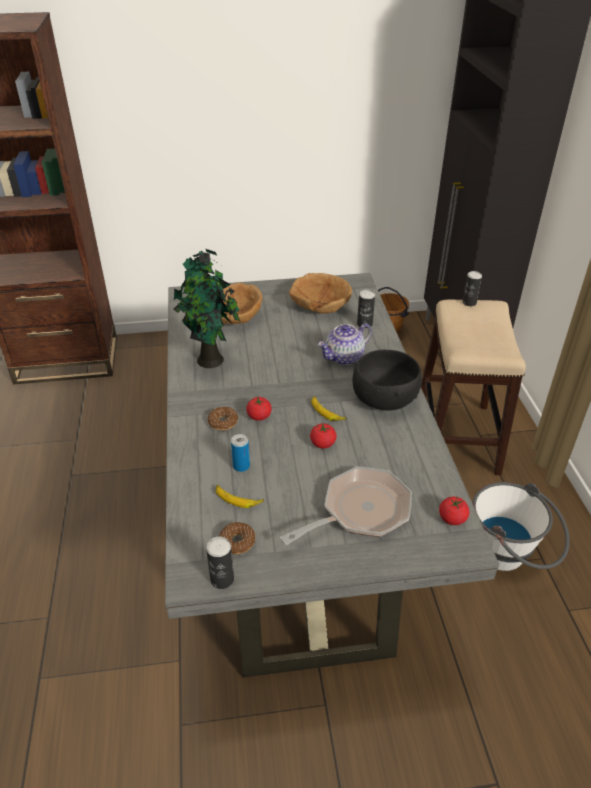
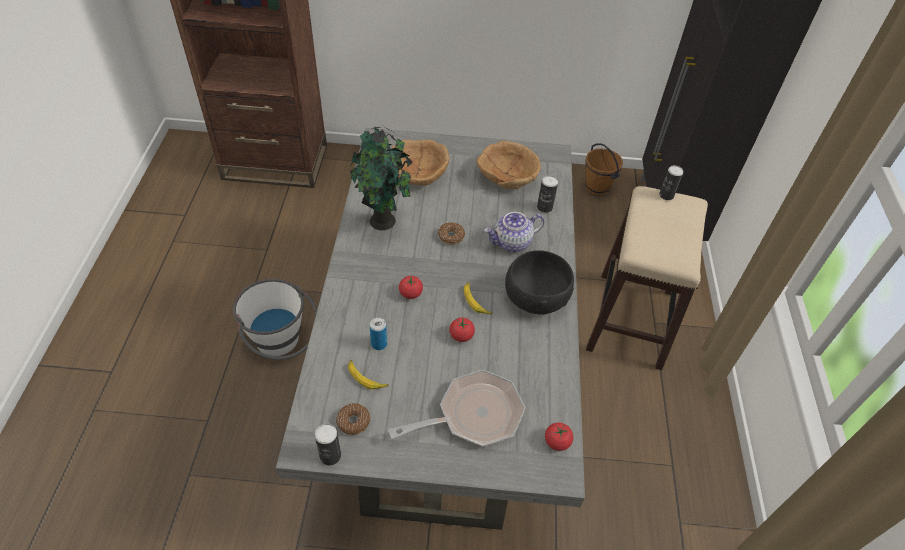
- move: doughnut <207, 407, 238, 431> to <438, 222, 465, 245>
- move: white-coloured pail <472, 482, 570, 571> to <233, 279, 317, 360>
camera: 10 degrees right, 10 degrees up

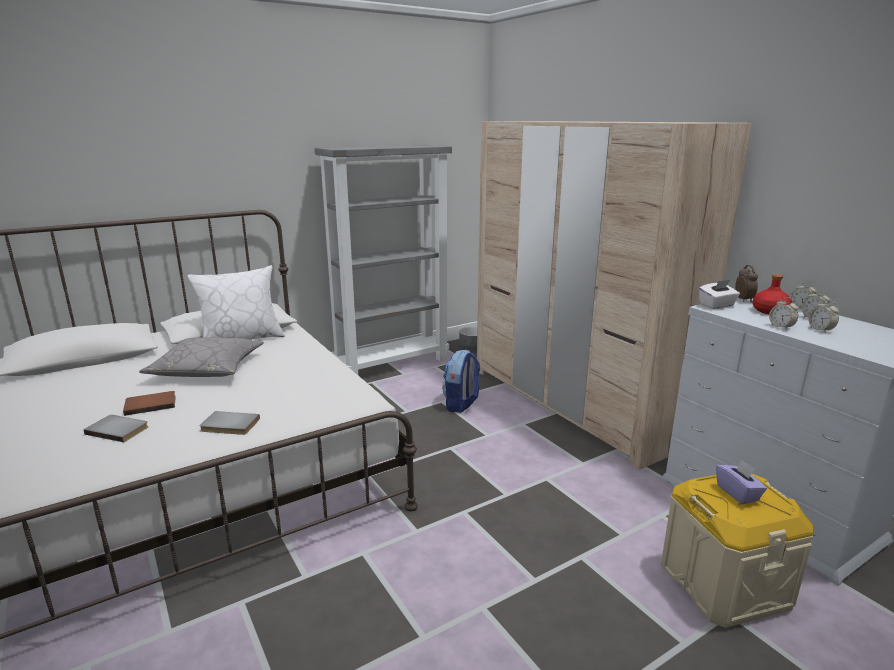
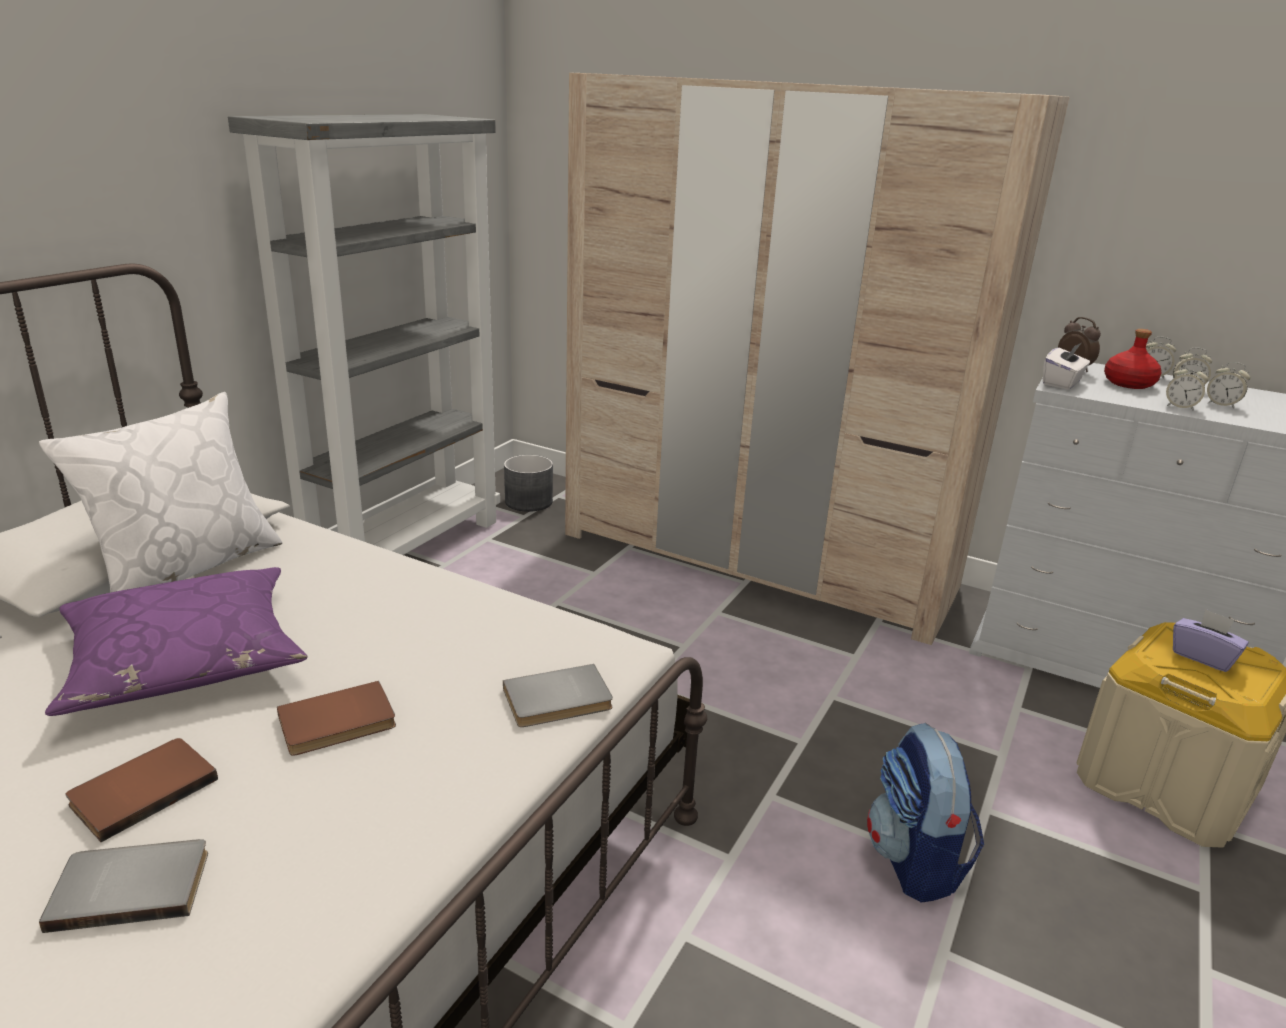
- recolor: grey throw pillow <139, 338, 264, 377> to purple throw pillow <45, 567, 308, 716>
- move: grey volume <200, 411, 260, 435> to <503, 664, 613, 727>
- move: rucksack <442, 350, 480, 413> to <867, 723, 984, 903>
- insert: brown volume <277, 681, 396, 756>
camera: 30 degrees left, 5 degrees up

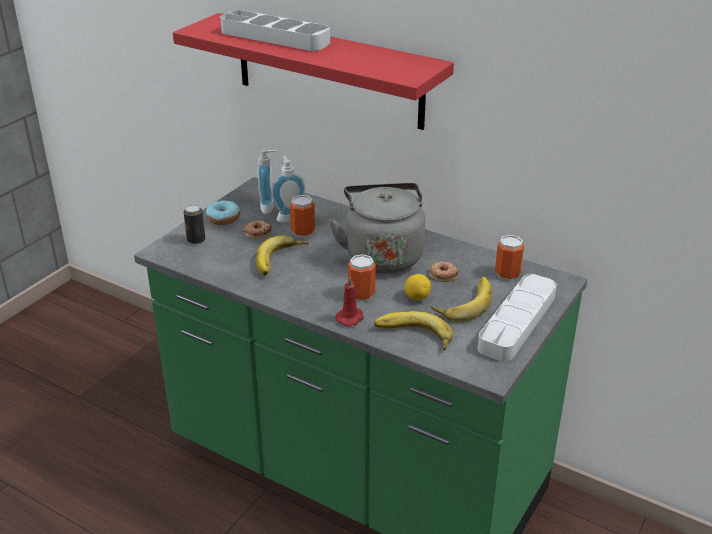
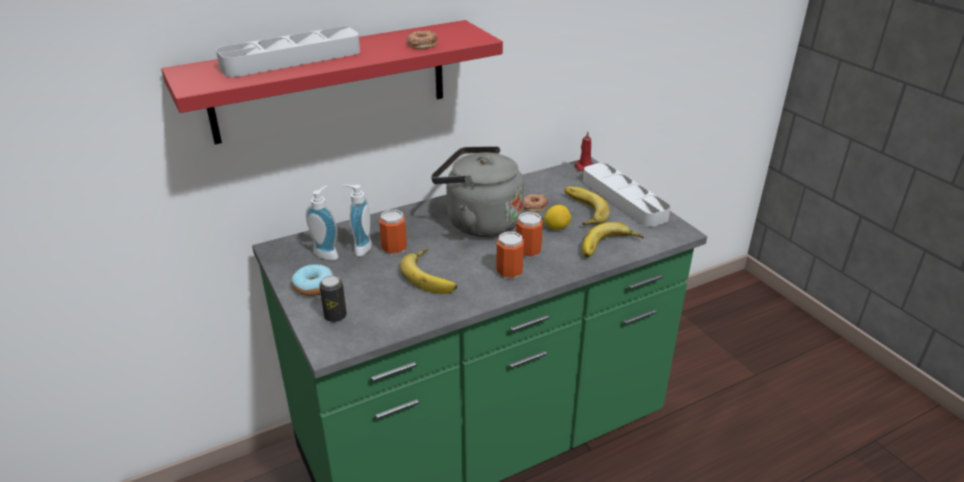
- move: doughnut <243, 220, 271, 239> to <407, 30, 438, 49>
- move: red candle <335, 276, 364, 326> to <574, 131, 594, 172>
- move: metal can <495, 235, 524, 280> to <496, 231, 524, 279>
camera: 60 degrees left, 0 degrees up

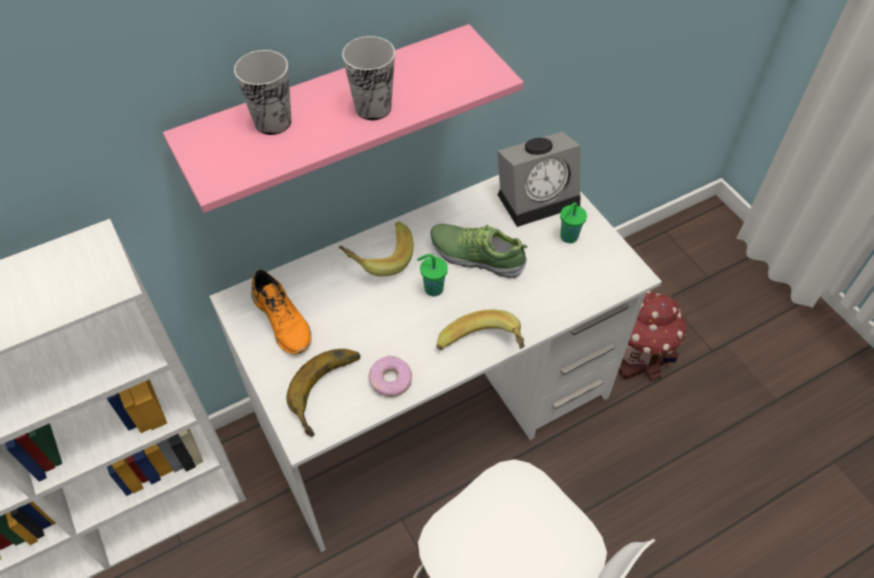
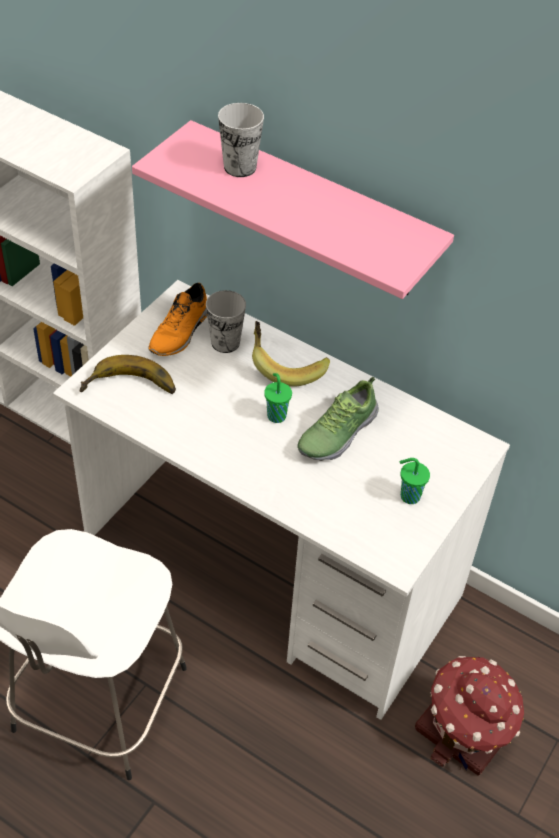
- move: drinking cup <342, 36, 395, 120> to <206, 290, 246, 353>
- delete: doughnut <369, 356, 412, 397>
- rotate: shoe <430, 224, 528, 278> = <297, 377, 379, 461> 135 degrees counterclockwise
- delete: whole banana <437, 310, 525, 350>
- delete: alarm clock <497, 132, 580, 227>
camera: 60 degrees right, 5 degrees down

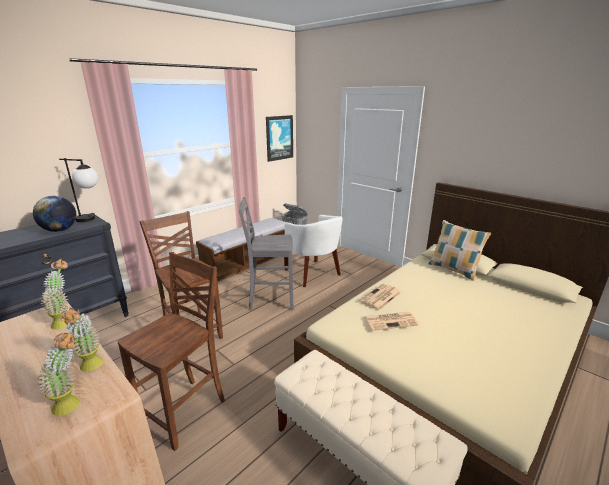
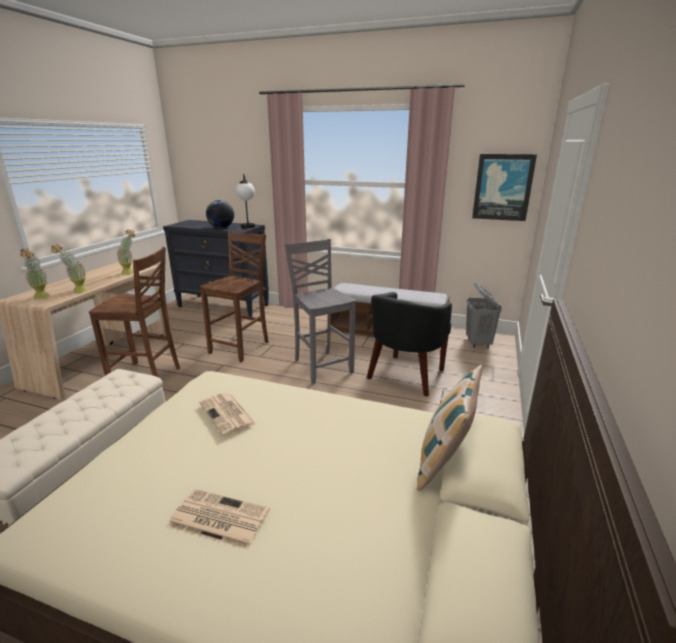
- recolor: white-coloured lounge chair <284, 215, 343, 287> to black lounge chair <367, 292, 452, 397>
- move: printed paper <360, 283, 401, 310> to <168, 489, 270, 550>
camera: 65 degrees right, 0 degrees up

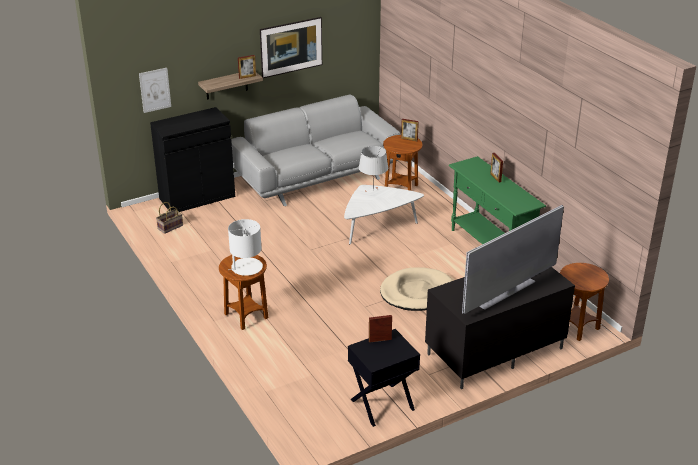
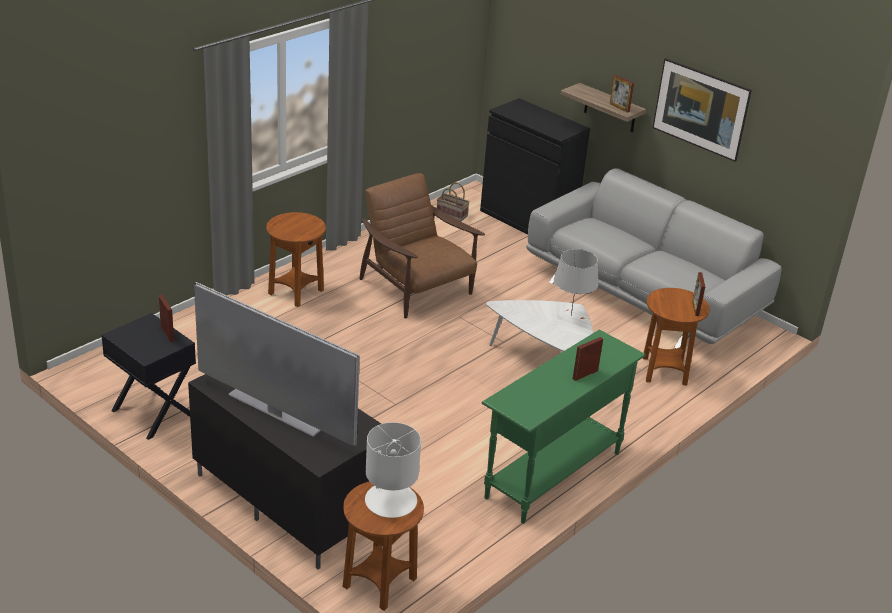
- delete: wall art <139, 68, 171, 113>
- move: white-coloured tabletop lamp <228, 219, 263, 276> to <365, 422, 421, 518>
- delete: beige-coloured dog bed <380, 267, 453, 311>
- insert: brown lounge chair <359, 173, 485, 319>
camera: 70 degrees right, 0 degrees up

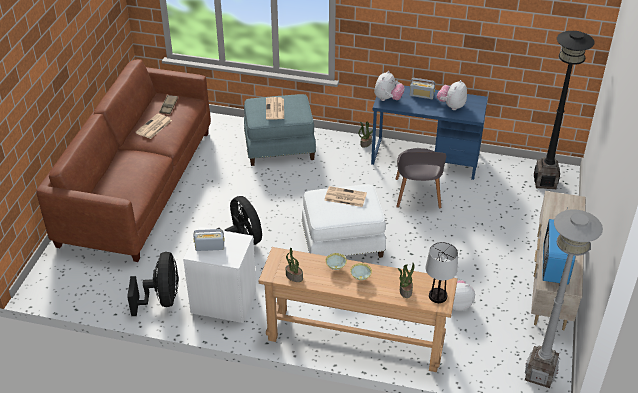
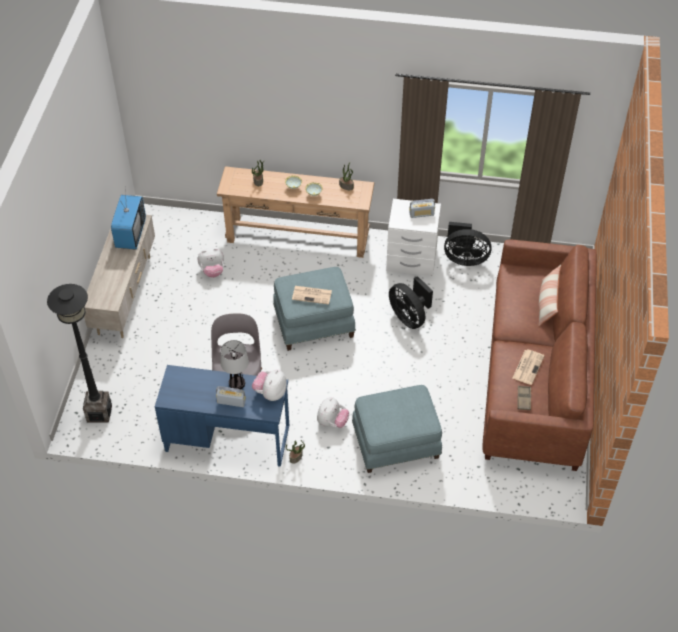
- rotate: black fan <127, 252, 179, 316> = <444, 222, 492, 266> 75 degrees counterclockwise
- delete: printed paper <266, 97, 284, 120>
- recolor: white-coloured ottoman <302, 184, 386, 258> to blue-coloured ottoman <273, 267, 356, 351>
- move: tabletop lamp <426, 242, 458, 303> to <221, 340, 249, 389>
- move: plush toy <437, 80, 467, 110> to <317, 397, 349, 428>
- delete: grey floor lamp <525, 209, 603, 388>
- insert: throw pillow <538, 265, 561, 326>
camera: 175 degrees right, 10 degrees up

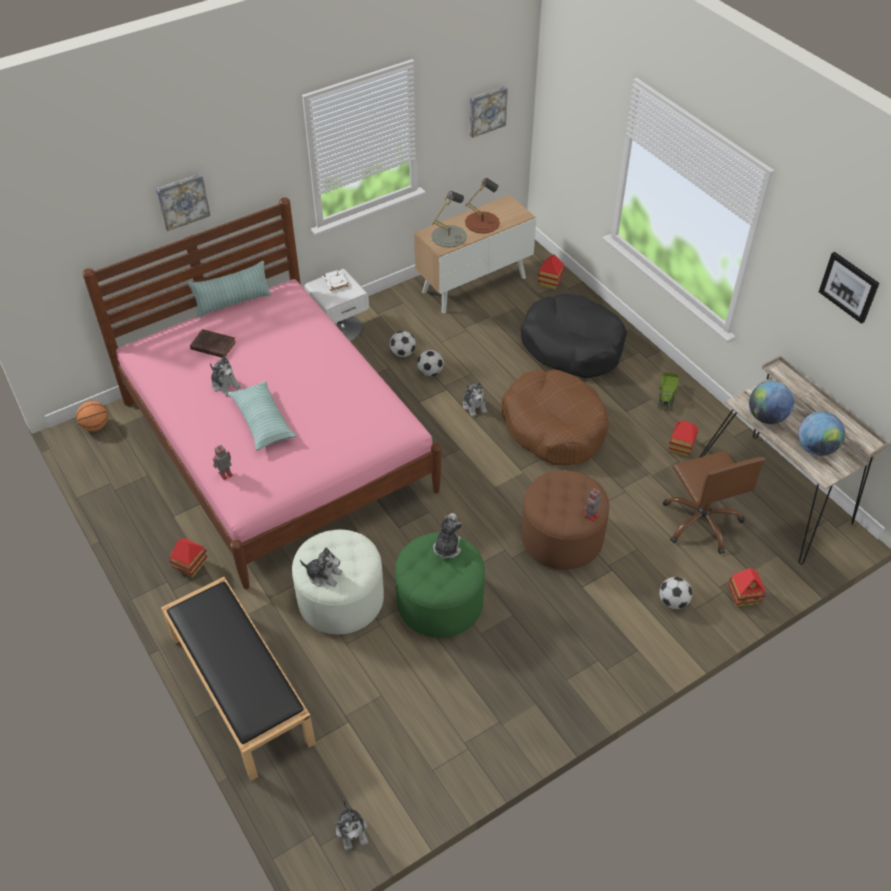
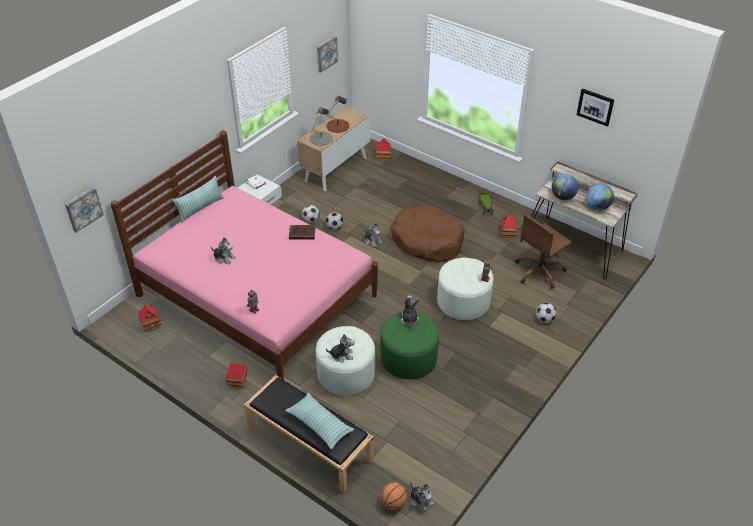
- move: ball for basketball <76, 401, 108, 431> to <381, 482, 407, 510>
- move: wall art <156, 174, 210, 231> to <65, 187, 103, 233>
- move: brown volume <190, 329, 236, 358> to <289, 225, 315, 240>
- move: throw pillow <228, 381, 296, 450> to <285, 393, 354, 449>
- delete: black dog bed <521, 294, 627, 378>
- recolor: brown ottoman <521, 470, 609, 570> to white-coloured ottoman <437, 258, 493, 320>
- rotate: brown office chair <663, 451, 765, 554> = <515, 214, 572, 289> 90 degrees clockwise
- move: miniature house <728, 568, 766, 607> to <138, 305, 161, 332>
camera: 20 degrees left, 5 degrees down

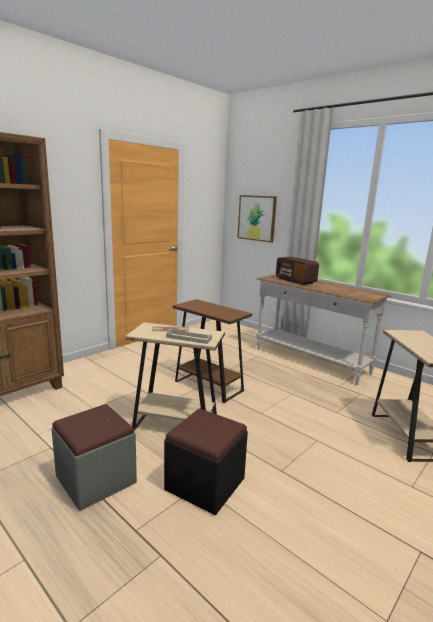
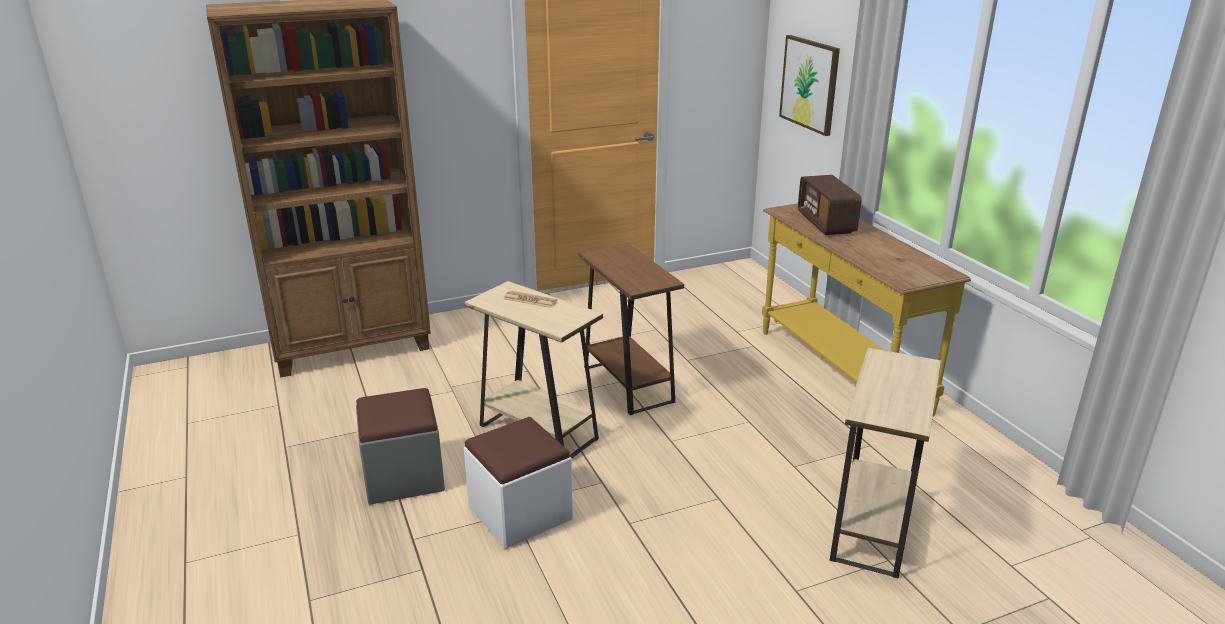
- recolor: black ottoman <164, 409, 248, 515> to white-coloured ottoman <464, 417, 573, 549>
- delete: grey carrying tray <166, 328, 212, 344>
- recolor: white-coloured console table <256, 274, 391, 385> to yellowish console table <762, 203, 971, 417>
camera: 25 degrees right, 10 degrees up

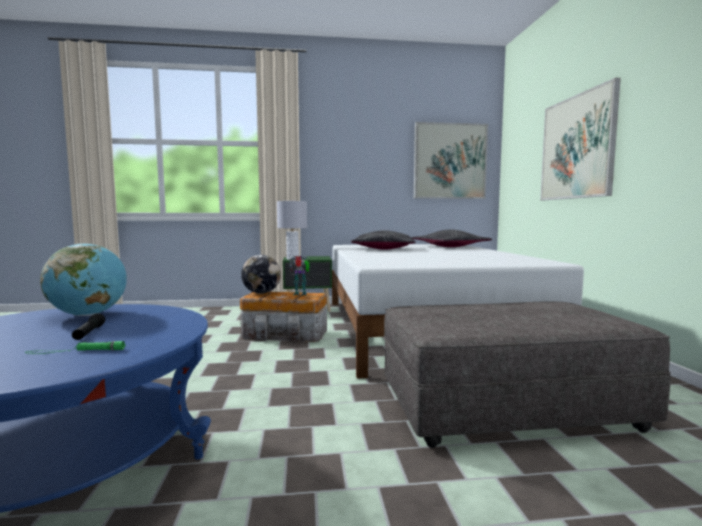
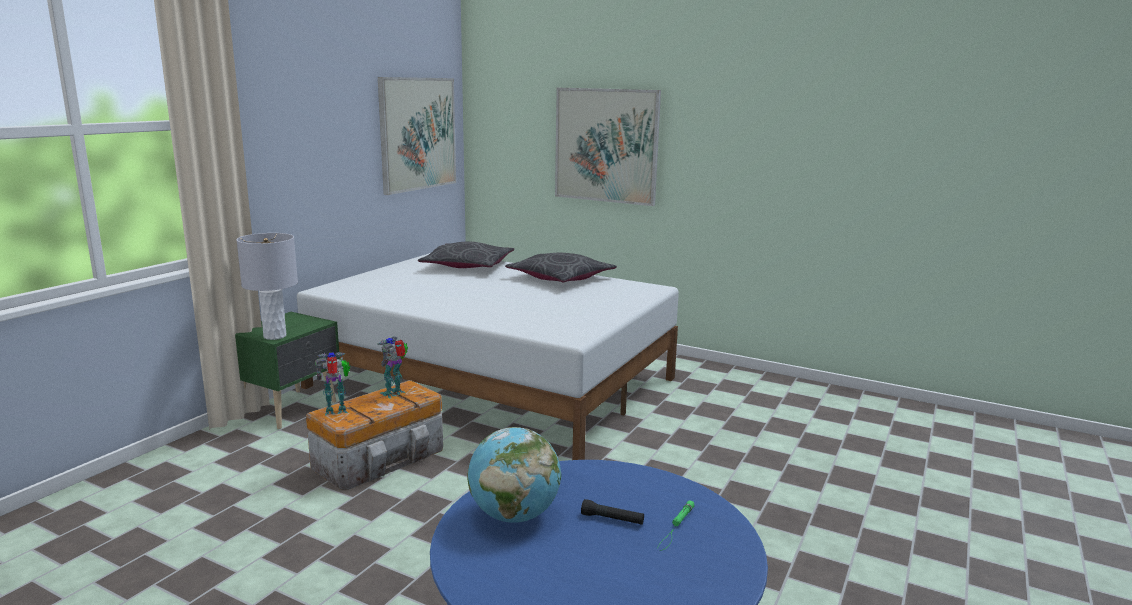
- replace: world globe <241, 255, 281, 294> to robot figure <315, 352, 350, 415>
- move: grey throw pillow <351, 230, 415, 250> to <505, 253, 617, 282>
- delete: grey ottoman <383, 302, 671, 448>
camera: 55 degrees left, 10 degrees up

